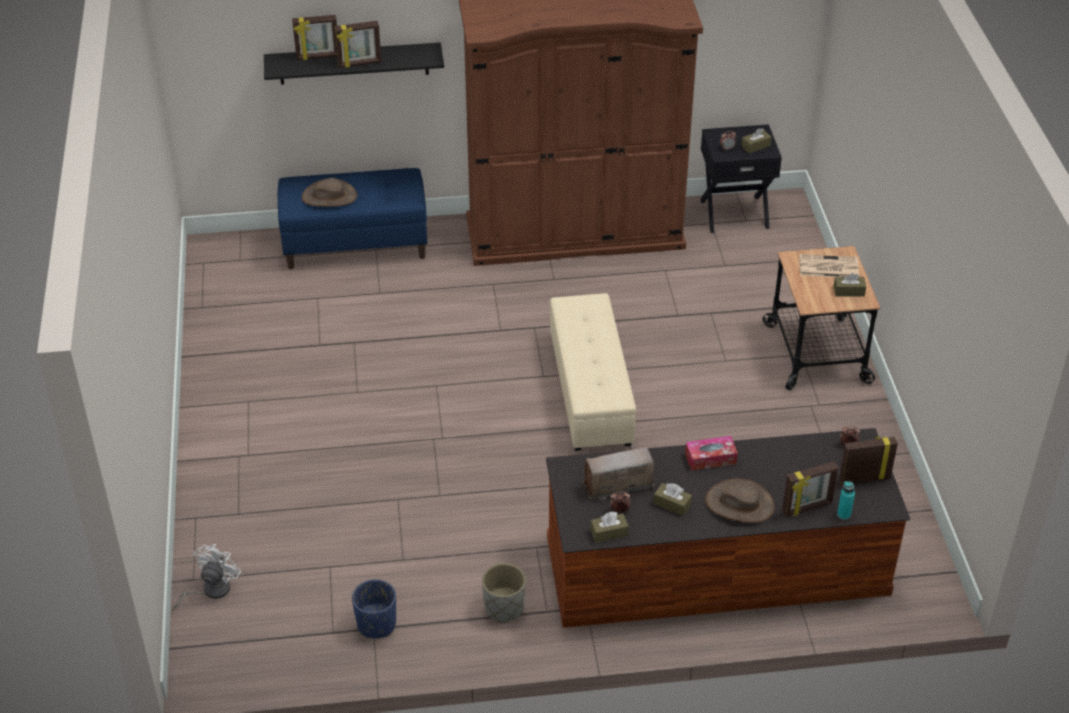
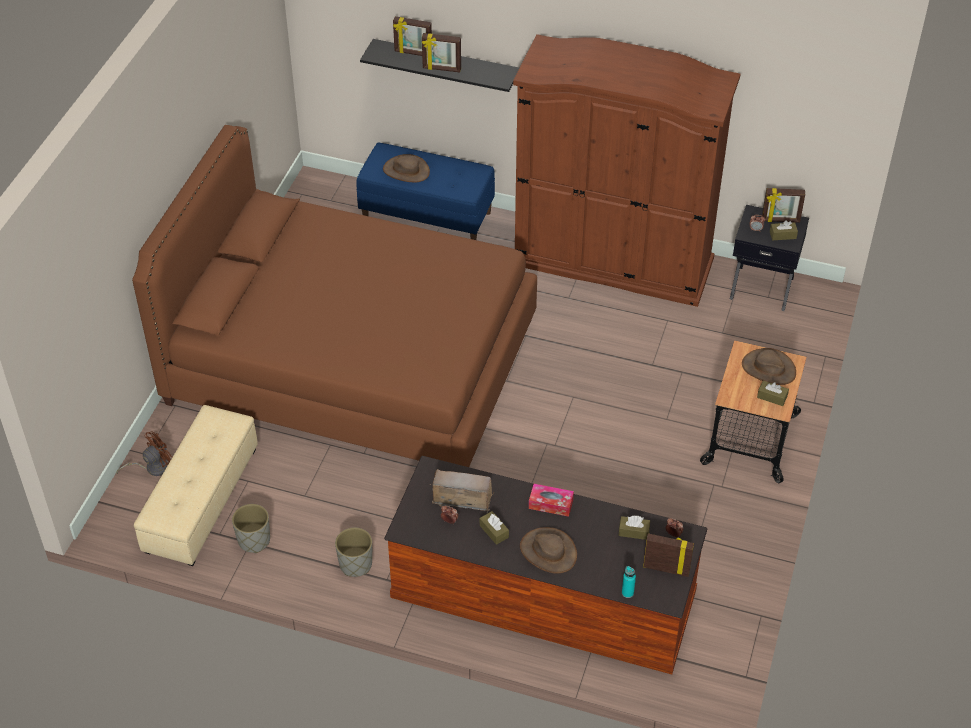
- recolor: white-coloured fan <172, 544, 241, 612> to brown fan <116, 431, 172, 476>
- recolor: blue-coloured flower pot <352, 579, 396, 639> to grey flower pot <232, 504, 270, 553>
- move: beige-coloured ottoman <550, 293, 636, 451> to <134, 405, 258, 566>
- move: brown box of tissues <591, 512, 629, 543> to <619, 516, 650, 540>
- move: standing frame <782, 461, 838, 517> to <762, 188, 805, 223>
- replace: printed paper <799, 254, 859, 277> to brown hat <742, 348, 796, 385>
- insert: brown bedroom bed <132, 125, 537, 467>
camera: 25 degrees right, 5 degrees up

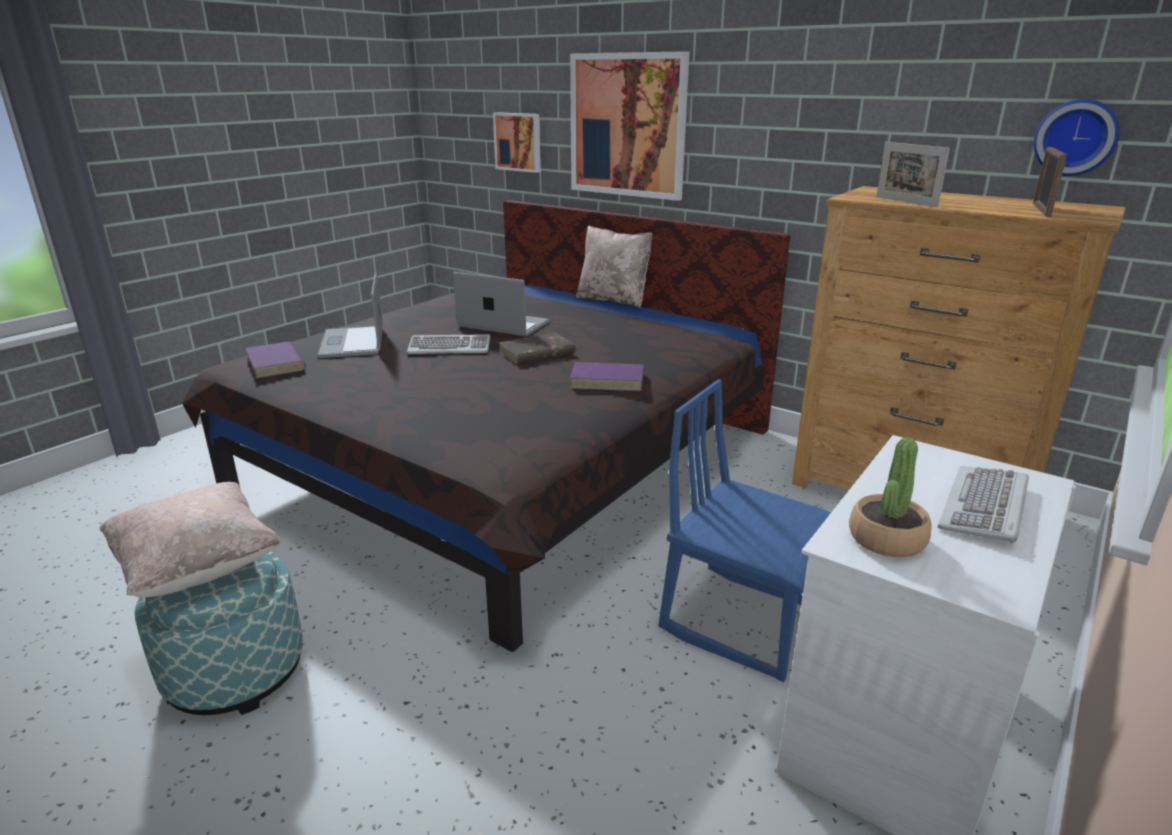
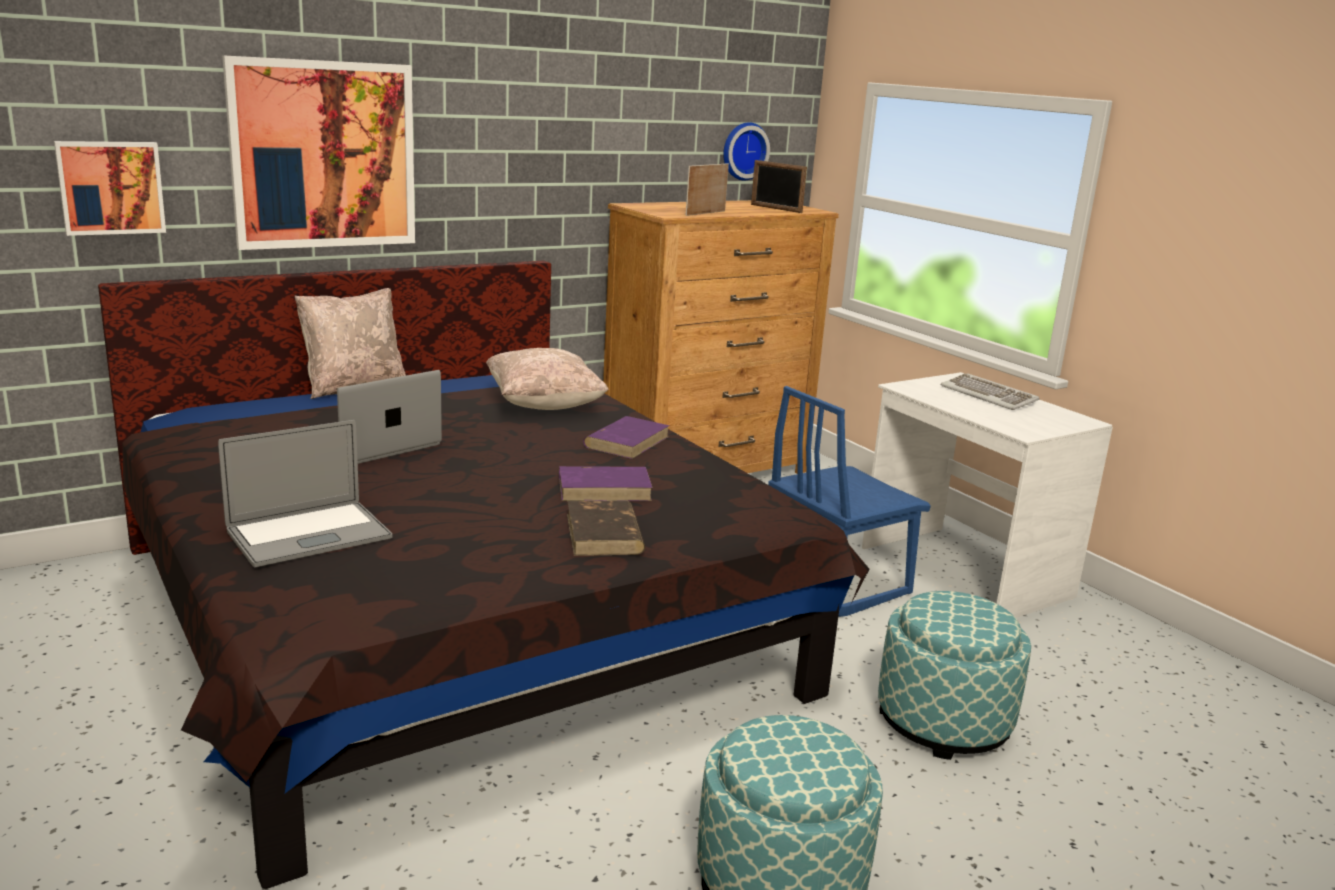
- move: beige-coloured throw pillow <100, 482, 281, 598> to <486, 348, 609, 410>
- move: purple volume <245, 342, 306, 379> to <559, 466, 653, 501>
- rotate: laptop <317, 273, 383, 358> = <218, 420, 392, 567> 45 degrees counterclockwise
- delete: keyboard <407, 334, 490, 354>
- move: brown volume <499, 332, 576, 364> to <567, 500, 645, 556>
- delete: houseplant <849, 437, 932, 557>
- rotate: standing frame <877, 142, 950, 207> = <686, 163, 729, 216> 135 degrees clockwise
- insert: ottoman <878, 591, 1031, 760>
camera: 70 degrees left, 5 degrees down

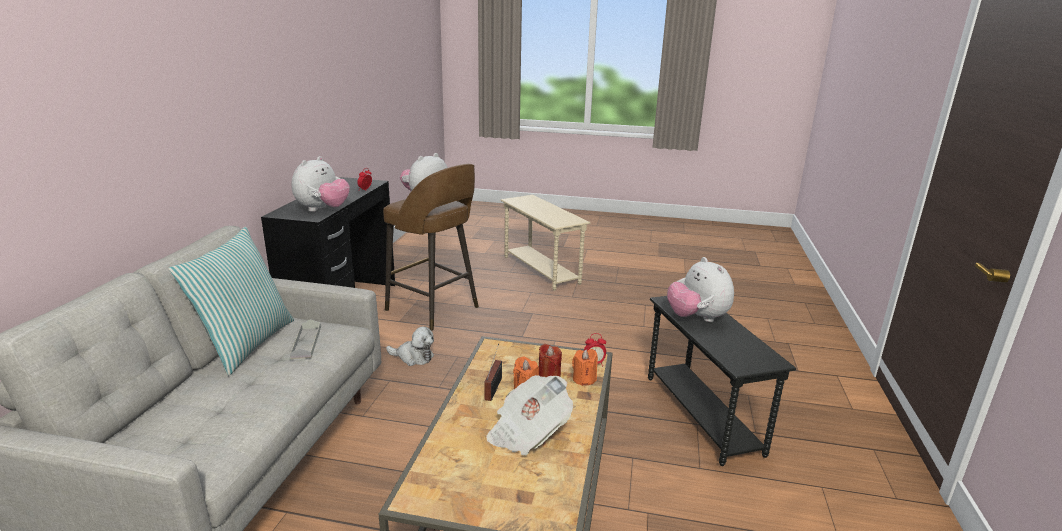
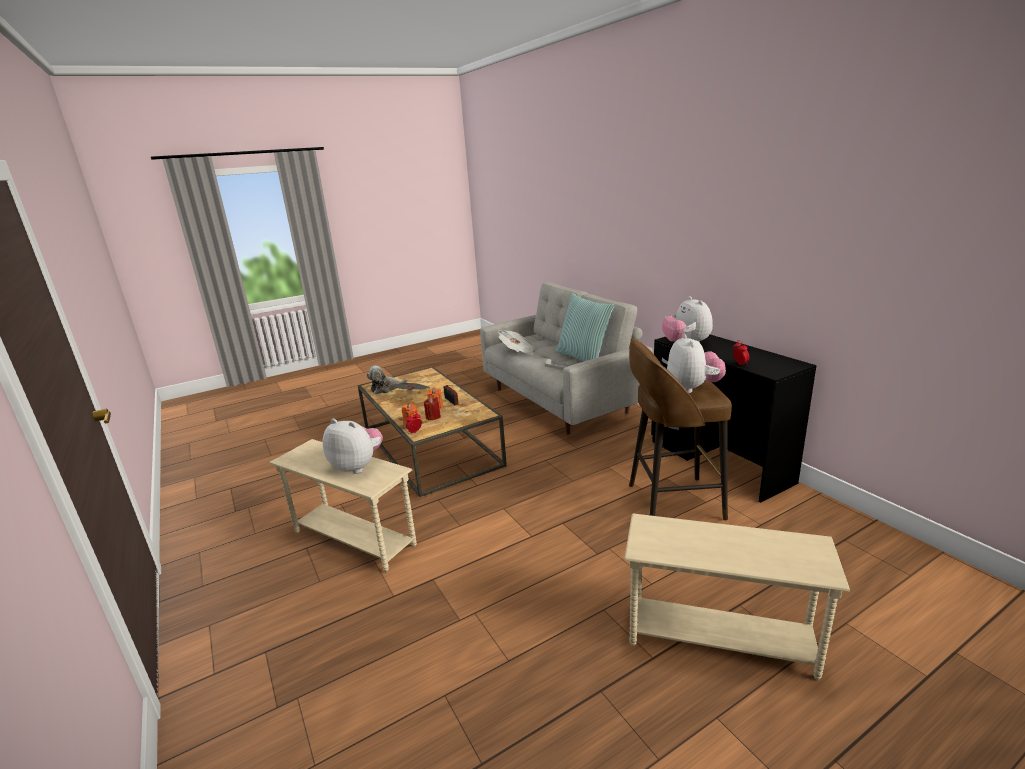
- move: plush toy <386, 327, 434, 366> to <367, 366, 408, 394>
- recolor: black end table <648, 296, 796, 466> to beige-coloured end table <270, 439, 417, 572>
- insert: printed paper <498, 330, 534, 355>
camera: 140 degrees right, 0 degrees up

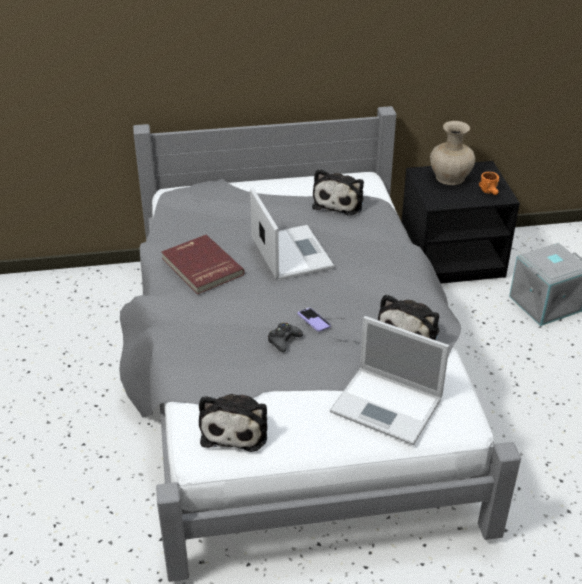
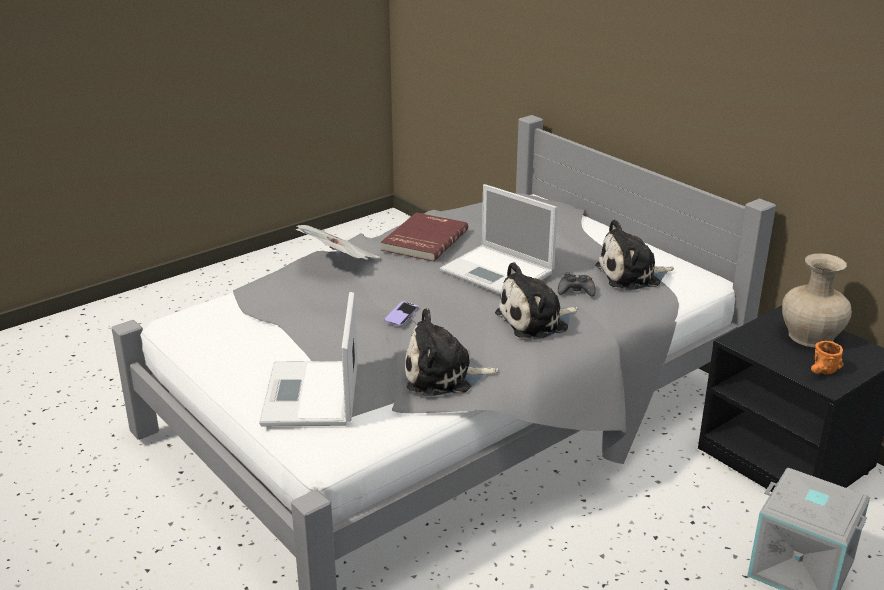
- move: plush toy <199, 394, 267, 452> to <495, 262, 578, 340>
- rotate: laptop <250, 188, 334, 280> = <440, 184, 558, 294> 90 degrees clockwise
- move: black gamepad <268, 323, 303, 352> to <558, 272, 596, 297>
- insert: printed paper <296, 225, 380, 260>
camera: 60 degrees right, 10 degrees down

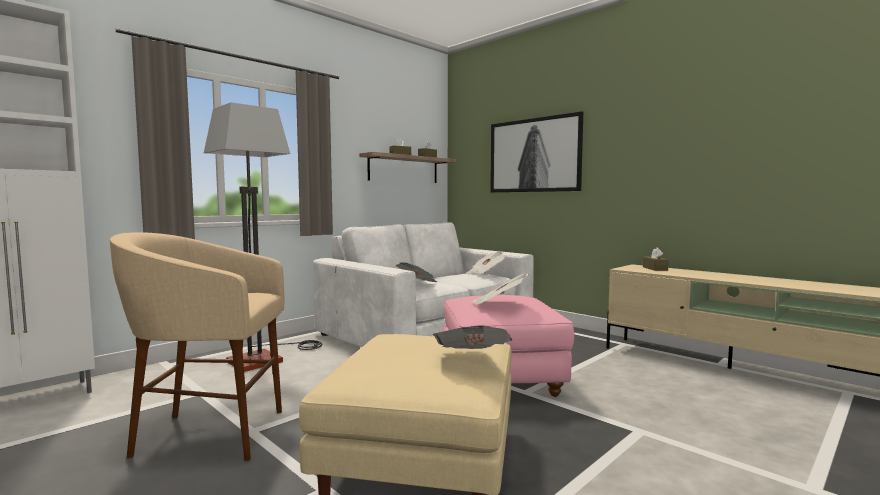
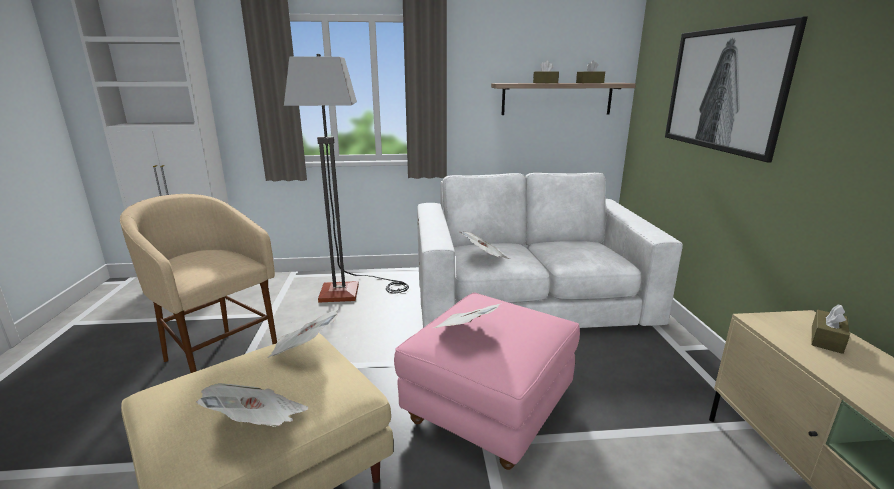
- move: printed paper <467, 251, 505, 274> to <268, 309, 338, 358>
camera: 40 degrees right, 15 degrees up

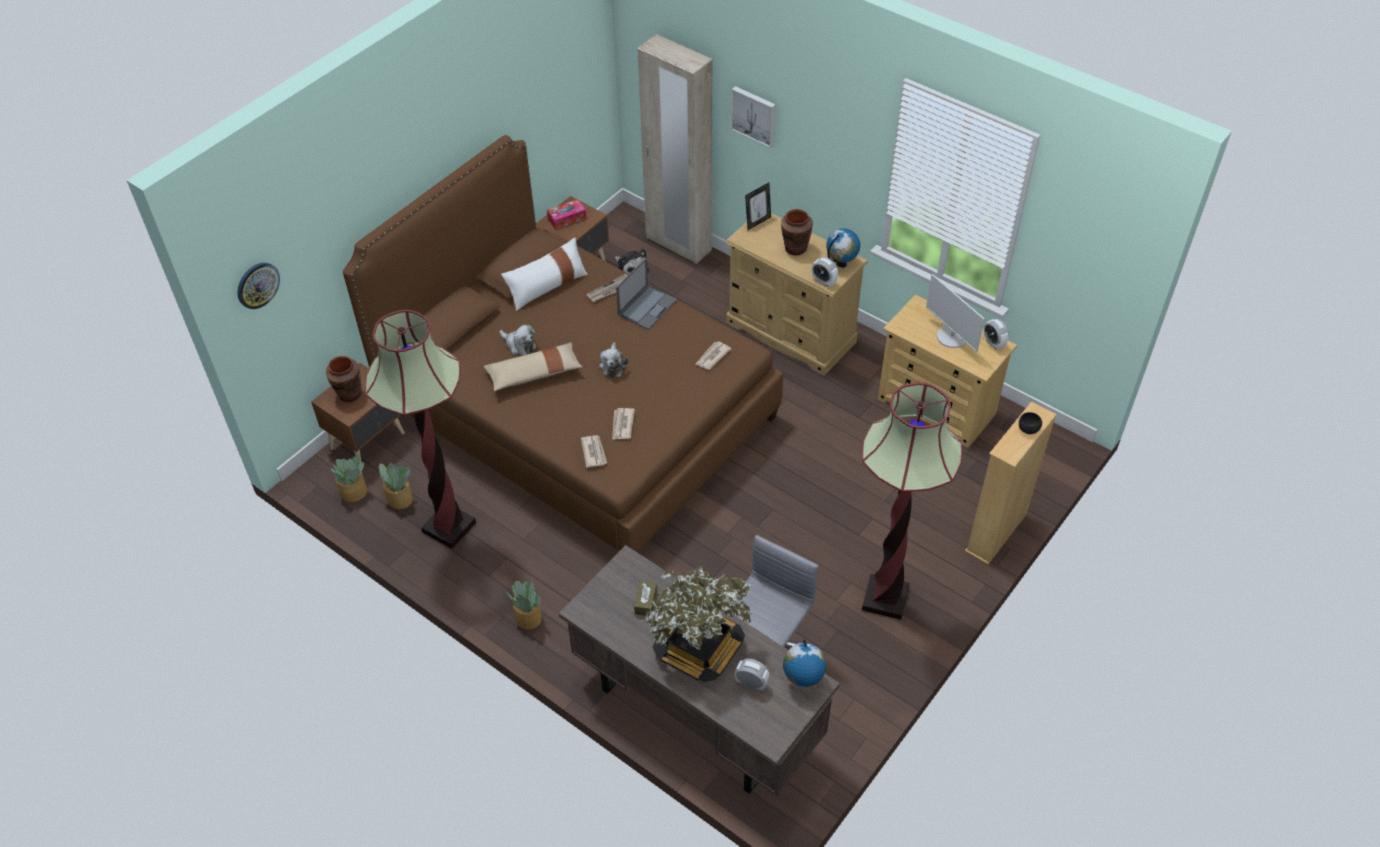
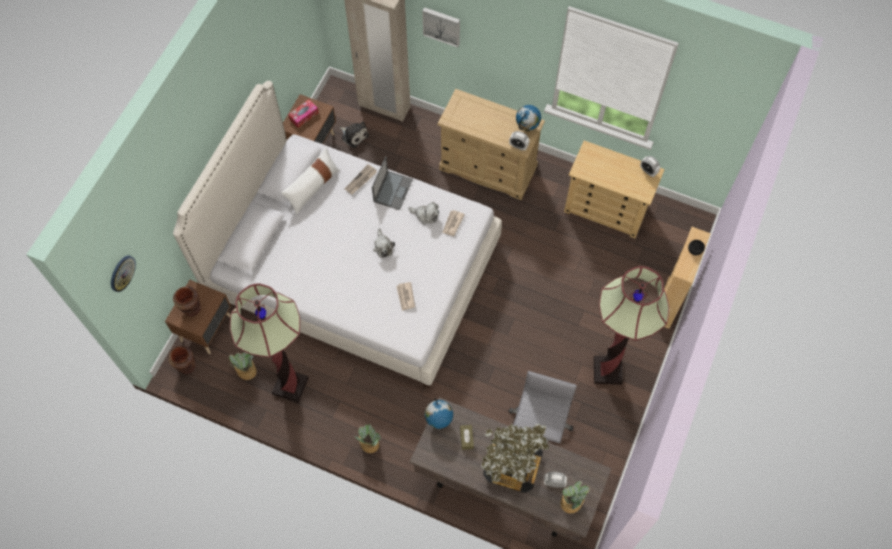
- move: houseplant <331, 455, 367, 502> to <560, 481, 590, 513>
- recolor: brown bedroom bed <343, 135, 783, 553> to white-coloured bedroom bed <173, 81, 502, 388>
- delete: beige-coloured throw pillow <484, 343, 582, 391>
- move: plush toy <499, 325, 537, 355> to <408, 202, 439, 225>
- delete: printed paper <581, 435, 607, 468>
- delete: standing frame <745, 183, 771, 230>
- move: brown vase <781, 209, 813, 256> to <169, 346, 195, 374>
- move: world globe <783, 640, 826, 687> to <425, 398, 453, 429>
- delete: monitor <926, 274, 985, 352>
camera: 15 degrees left, 15 degrees up

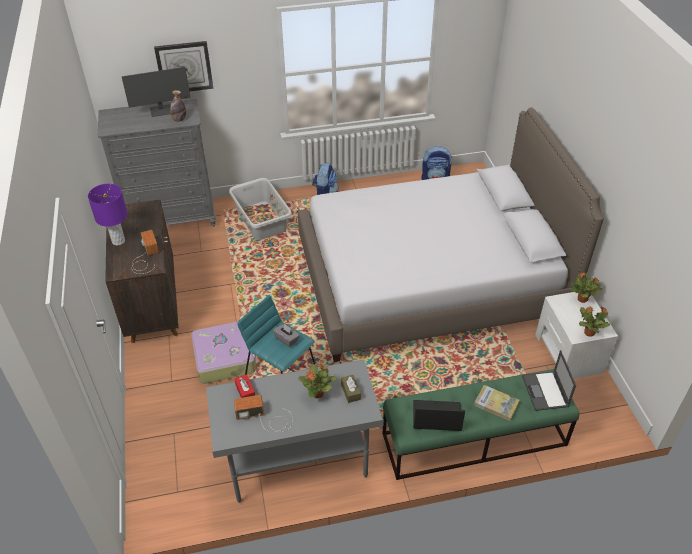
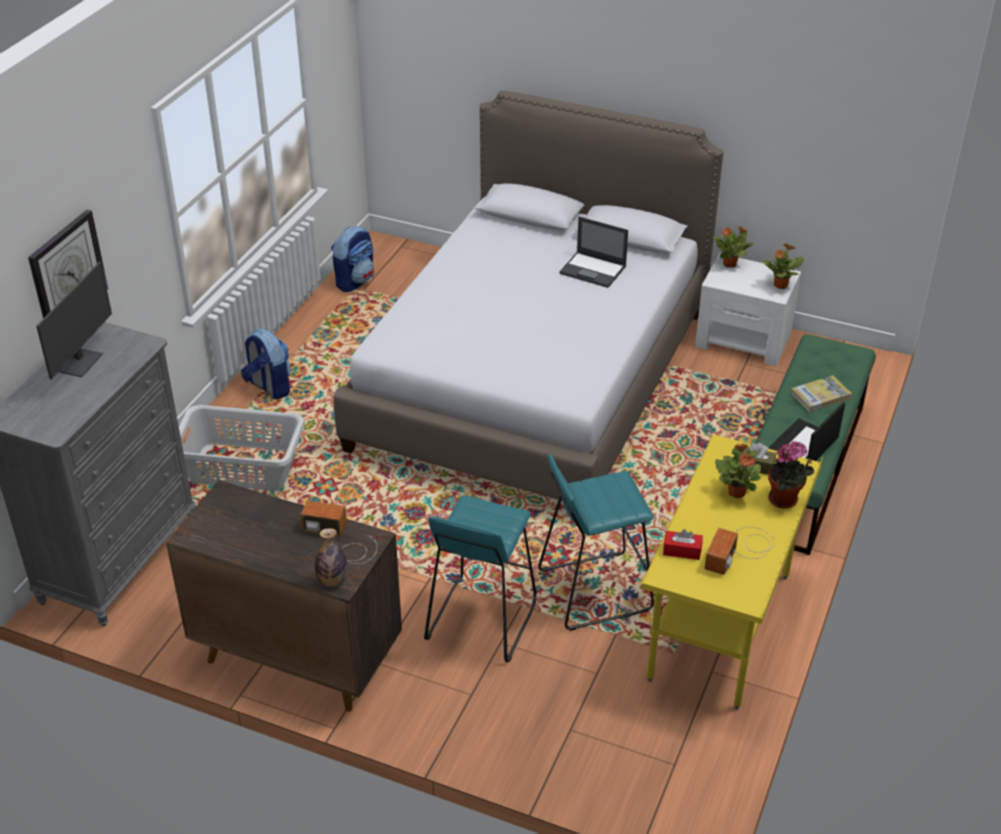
- delete: purple tabletop lamp <88, 184, 128, 245>
- move: beverage bottle <170, 90, 186, 121> to <315, 528, 347, 586>
- replace: piece of luggage <191, 322, 256, 384> to turquoise stool <424, 495, 536, 662>
- recolor: grey desk unit <206, 359, 384, 503> to yellowish desk unit <641, 435, 823, 709>
- delete: grey box of tissues <273, 324, 300, 347>
- move: laptop <522, 350, 576, 411> to <559, 217, 628, 288>
- insert: houseplant <768, 441, 814, 508>
camera: 55 degrees left, 5 degrees down

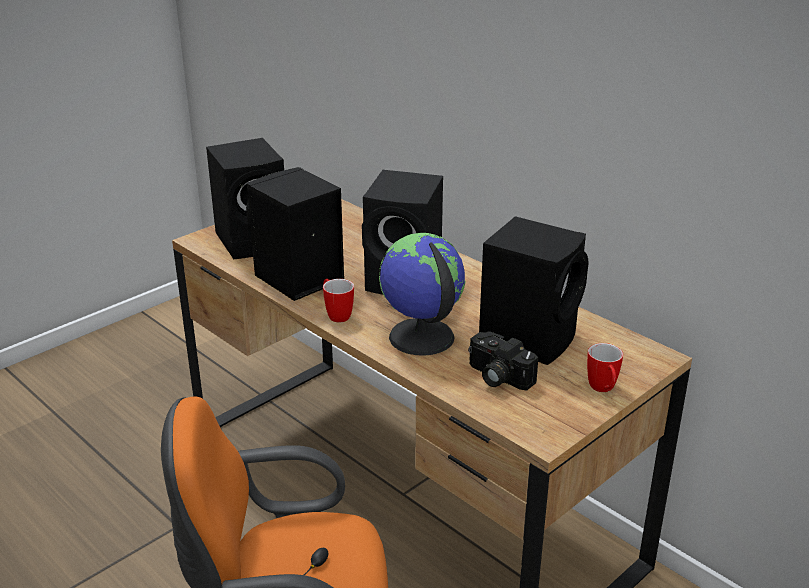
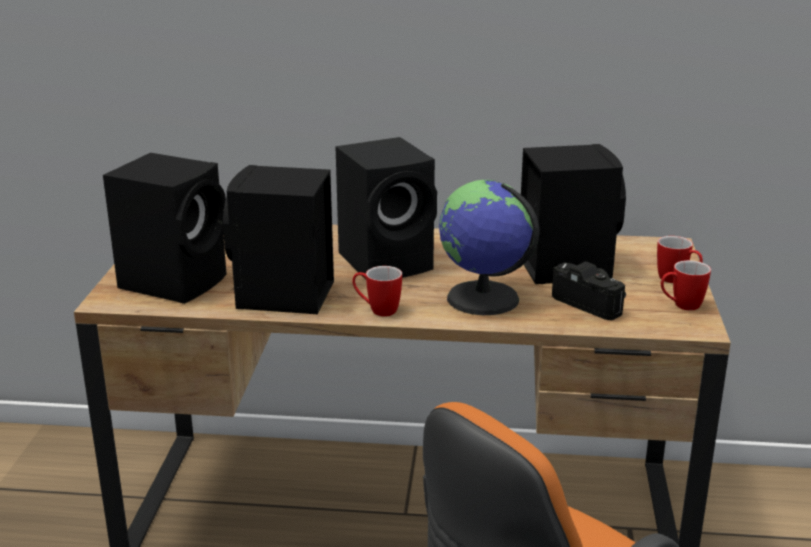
- rotate: photo camera <468, 332, 538, 391> = <552, 261, 626, 321> 135 degrees counterclockwise
- insert: coffee mug <661, 260, 711, 311>
camera: 40 degrees left, 5 degrees down

